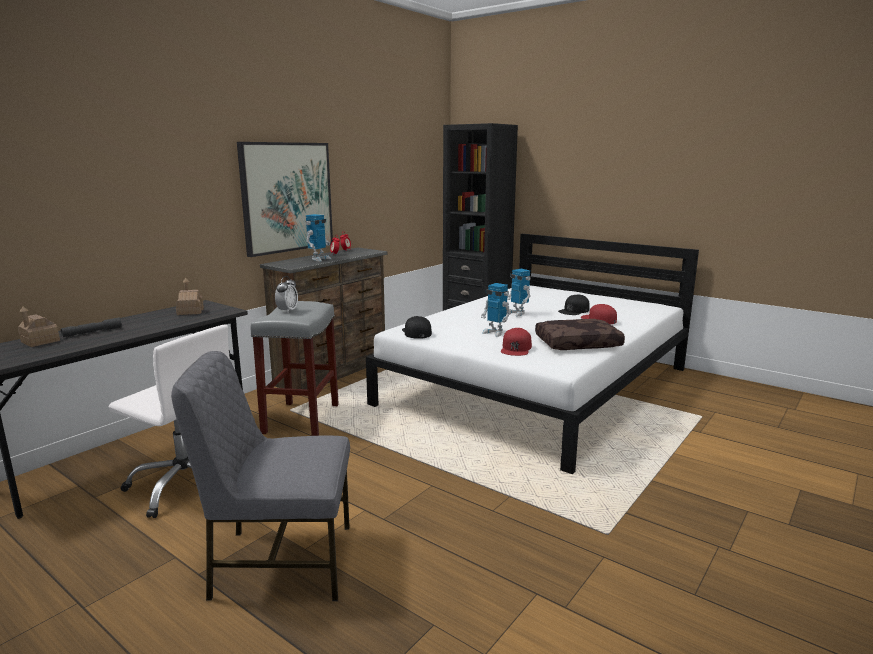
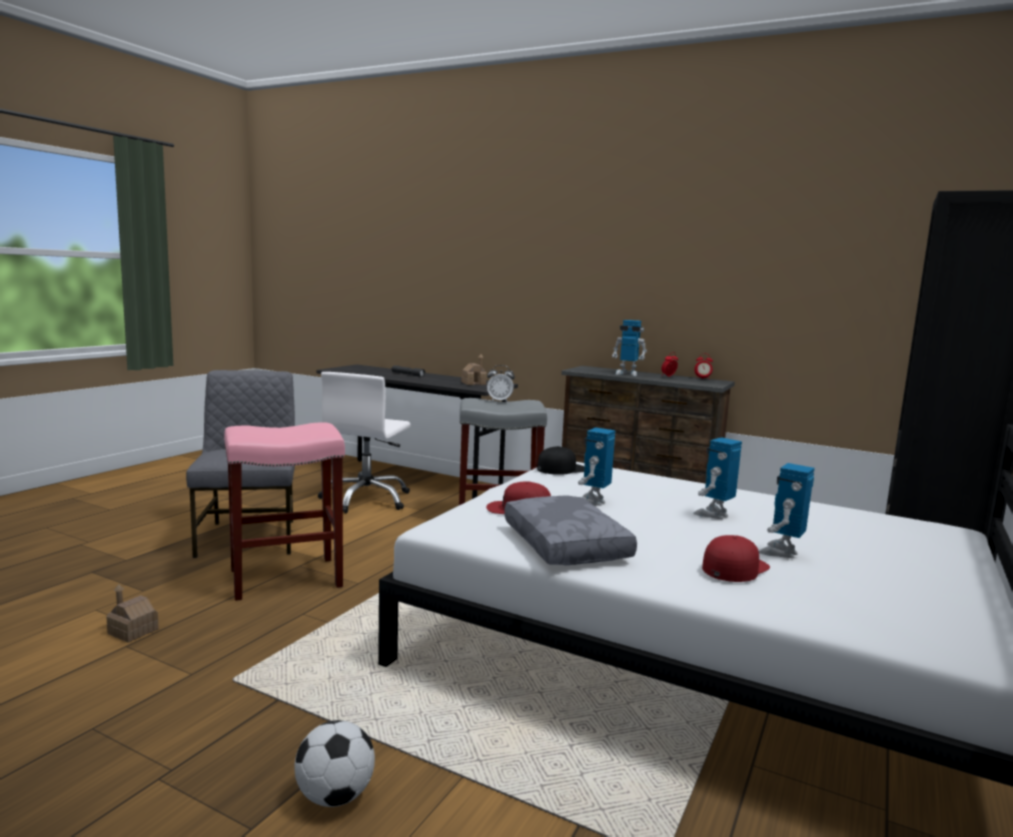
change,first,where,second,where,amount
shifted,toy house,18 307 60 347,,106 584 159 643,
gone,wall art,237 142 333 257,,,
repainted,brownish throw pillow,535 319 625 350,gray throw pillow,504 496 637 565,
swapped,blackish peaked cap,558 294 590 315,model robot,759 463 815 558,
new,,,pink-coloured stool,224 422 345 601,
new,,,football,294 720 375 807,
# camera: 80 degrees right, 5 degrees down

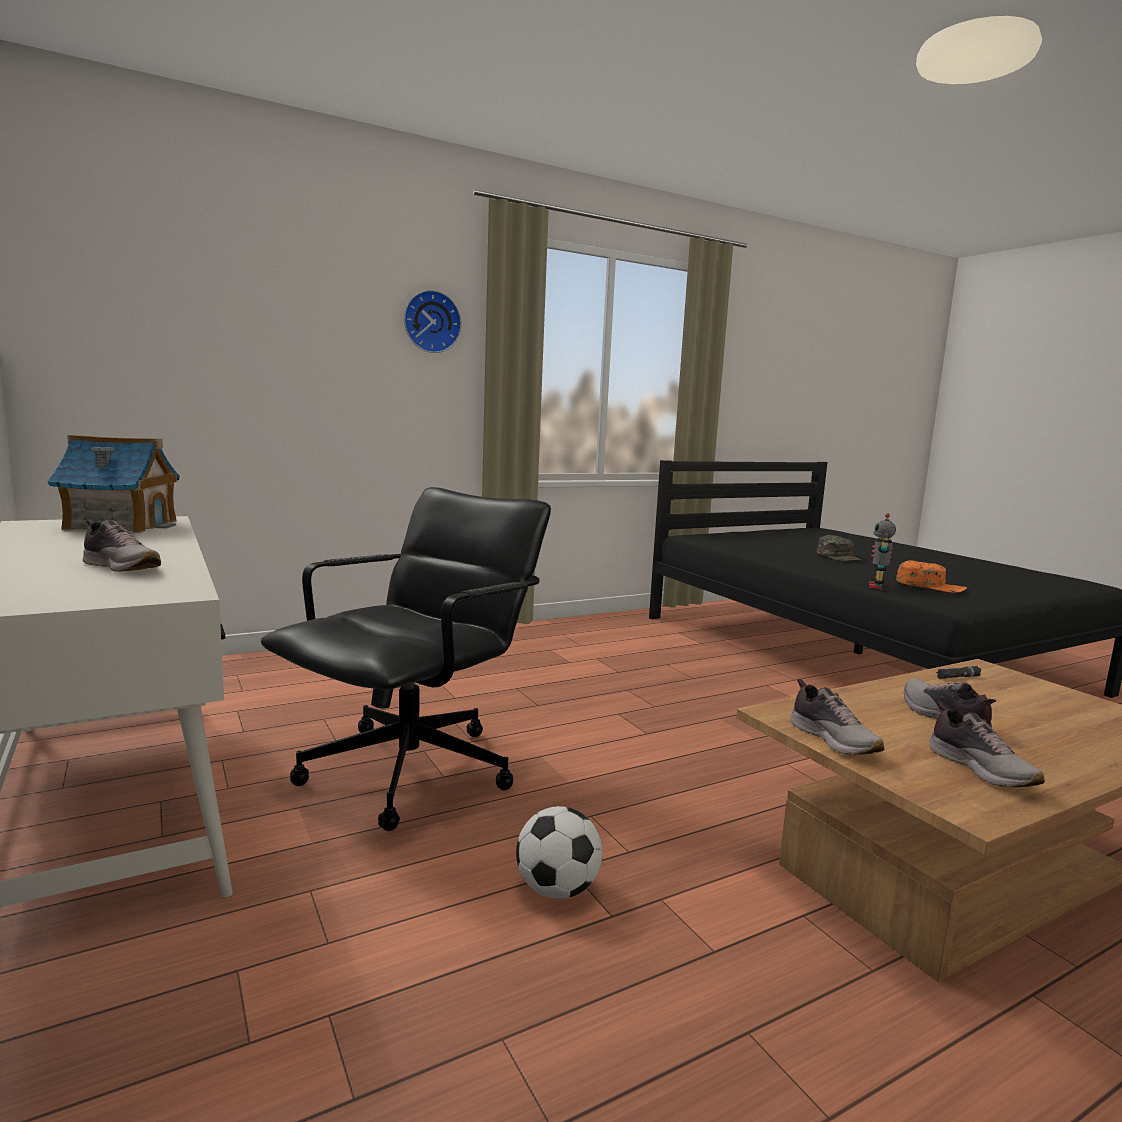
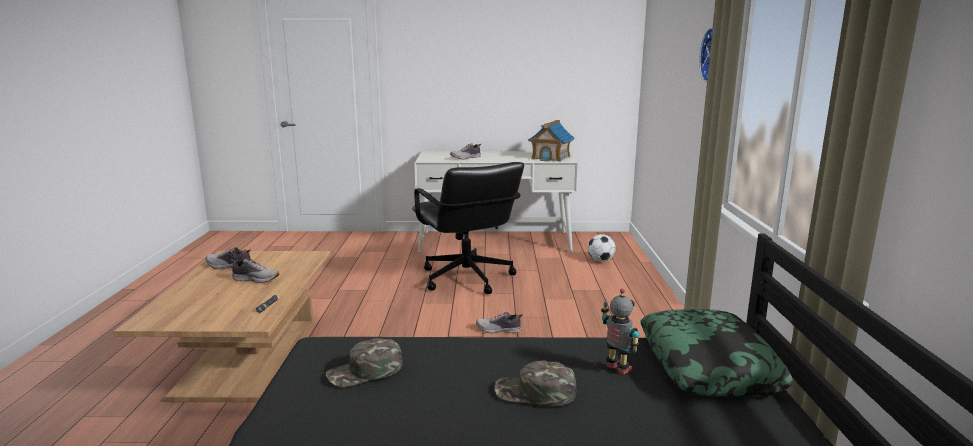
change,first,where,second,where,amount
shifted,football,516 806 602 899,,588 234 616 262,
shifted,shoe,791 679 885 755,,476 312 523 334,
shifted,model robot,869 514 896 589,,601 289 639 375,
repainted,orangey peaked cap,896 560 967 593,green peaked cap,326 338 403 387,
new,,,throw pillow,641 309 795 396,
# camera: 120 degrees right, 5 degrees up

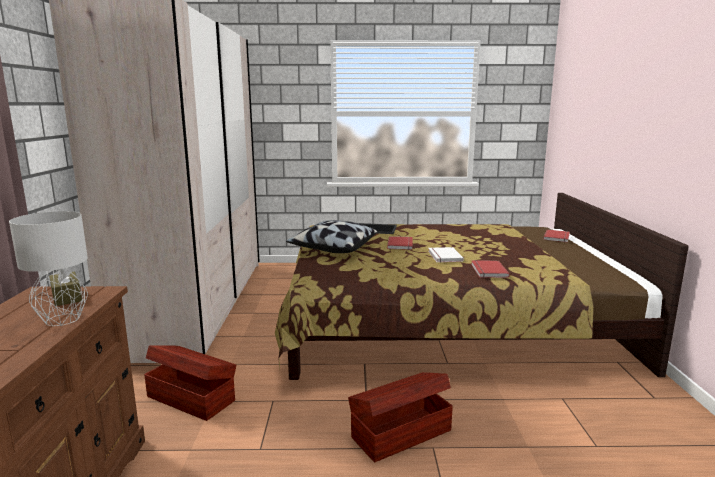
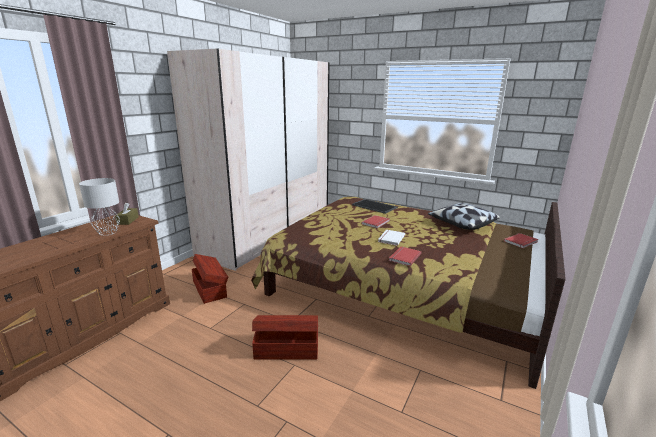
change,first,where,second,where,amount
shifted,throw pillow,286 220 377 253,,428 203 500 230,
# camera: 30 degrees right, 5 degrees up

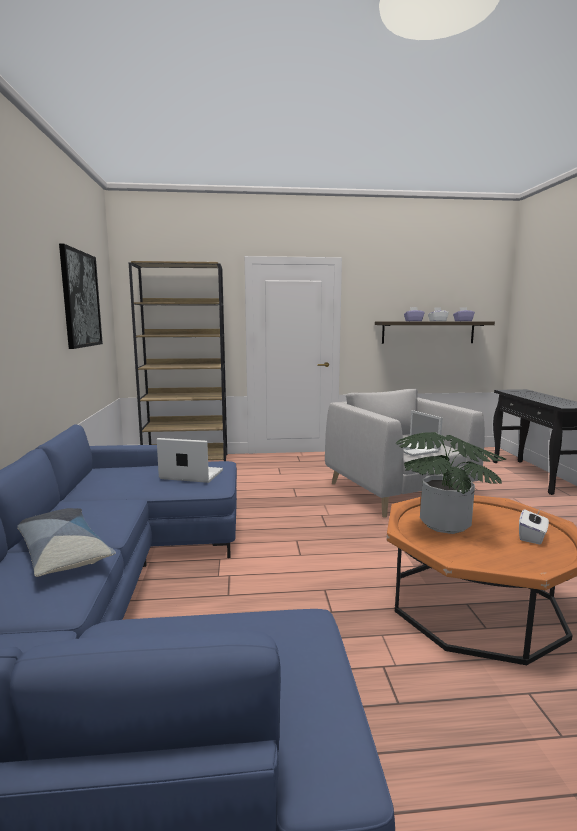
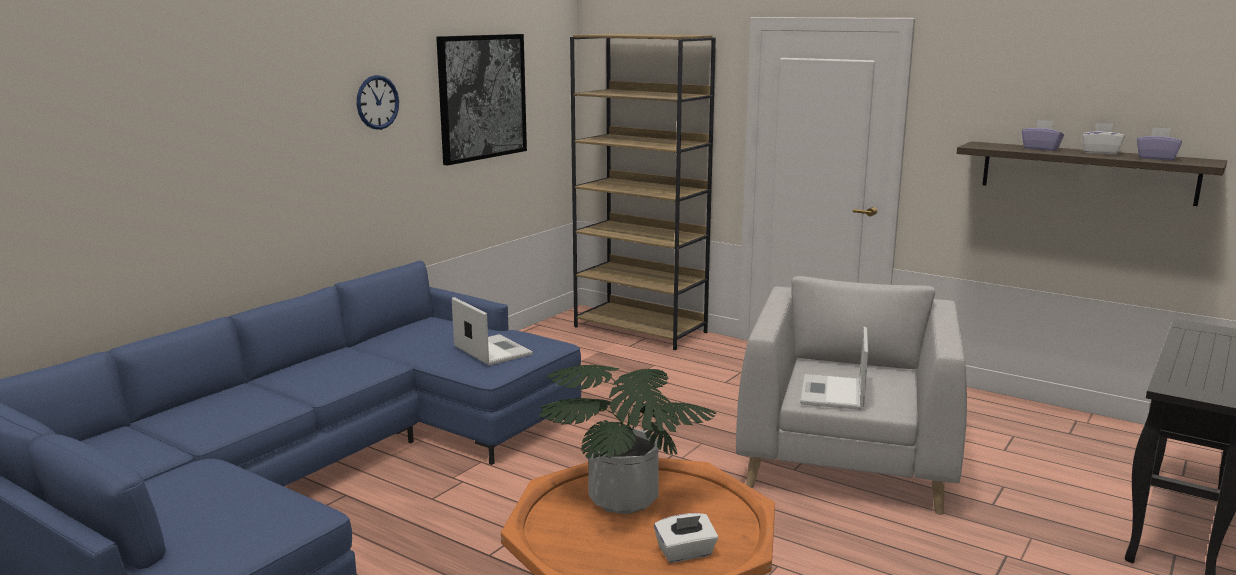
change,first,where,second,where,amount
gone,throw pillow,17 508 116 577,,,
new,,,wall clock,357 75 399 130,
# camera: 40 degrees right, 5 degrees up

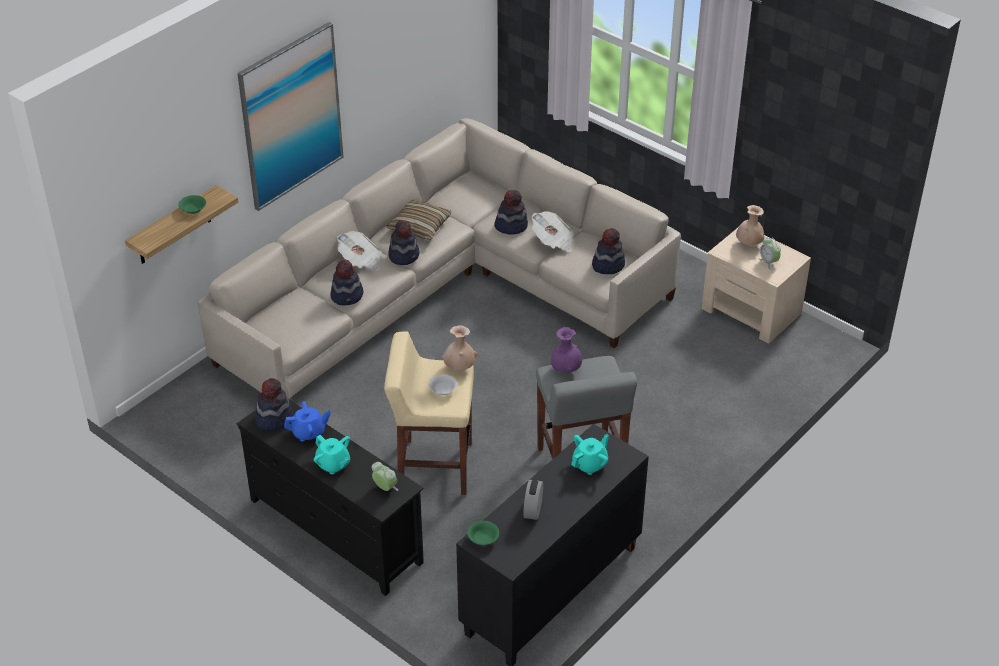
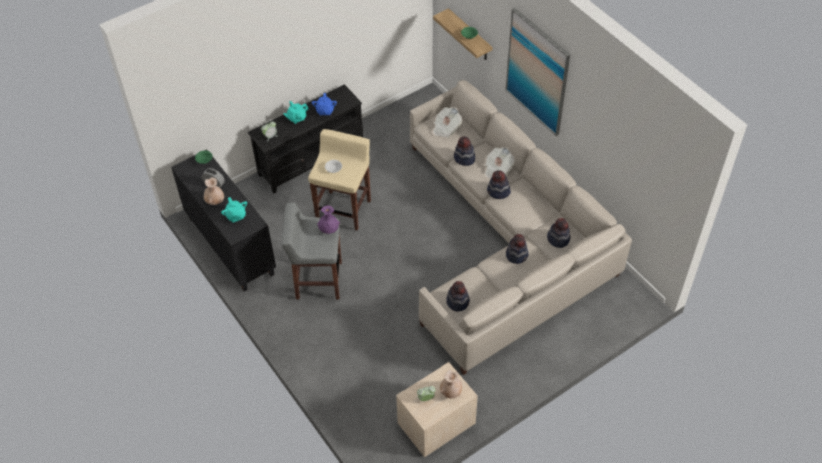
change,first,where,second,where,amount
shifted,wearable hat,255 378 293 431,,547 218 570 248,
gone,throw pillow,386 200 452 240,,,
shifted,beige vase,442 326 478 370,,204 177 224 205,
shifted,newspaper,532 211 574 252,,432 107 462 138,
# camera: 105 degrees right, 10 degrees up

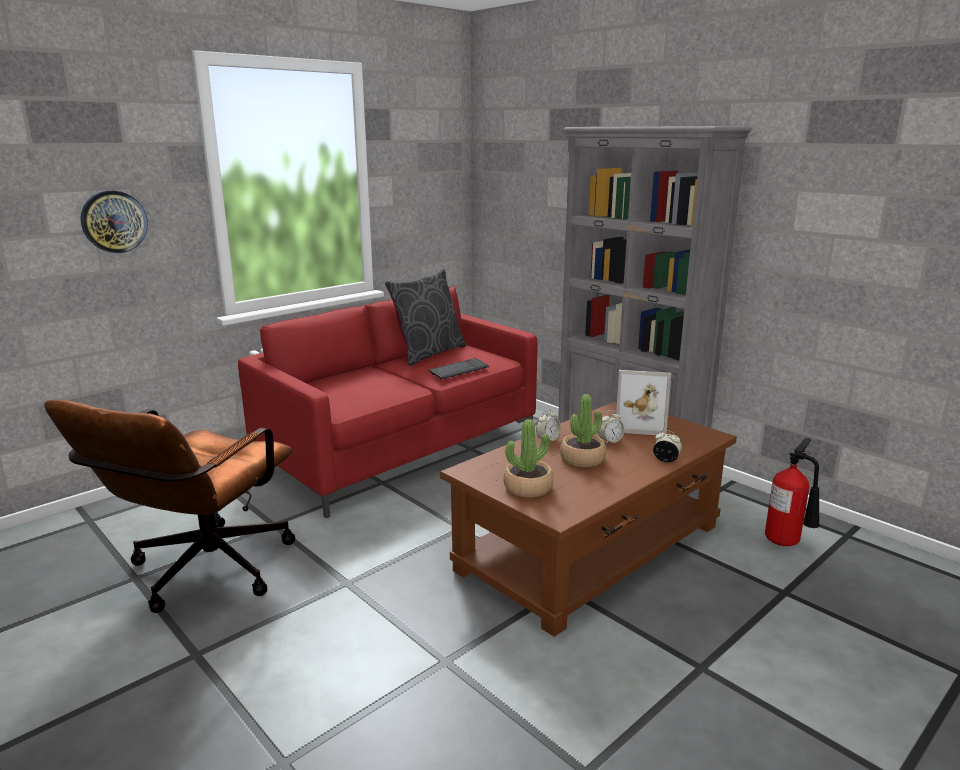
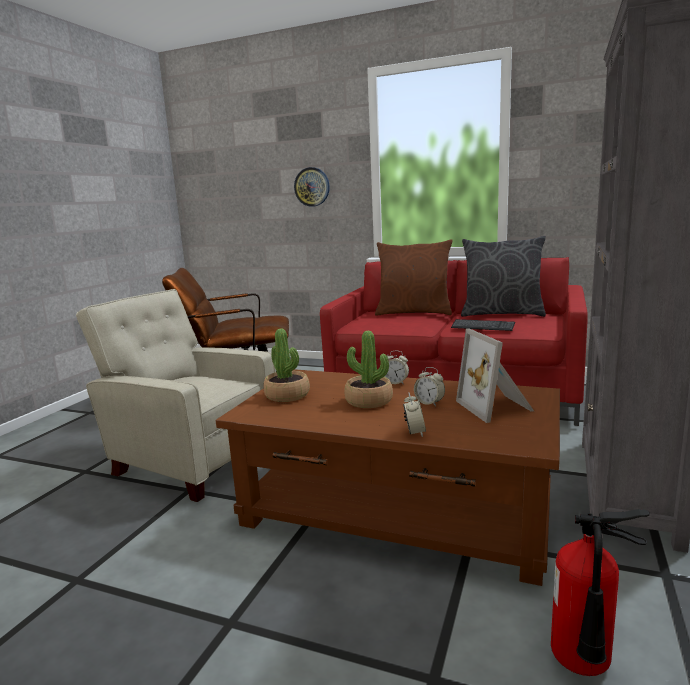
change,first,where,second,where,amount
new,,,beige easy chair,76 289 276 502,
new,,,brownish throw pillow,375 239 452 316,
# camera: 65 degrees right, 5 degrees down

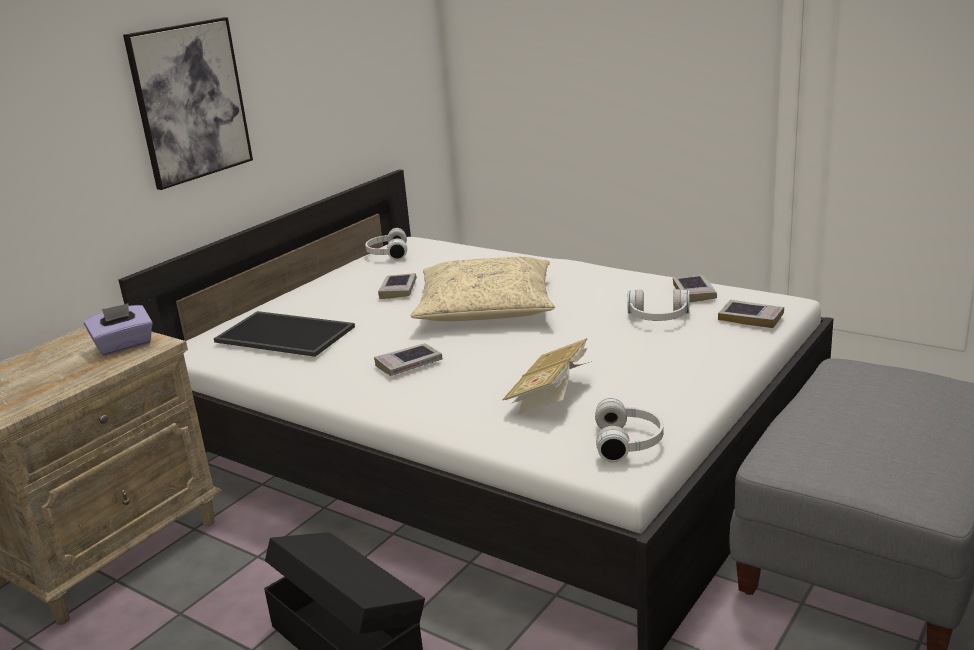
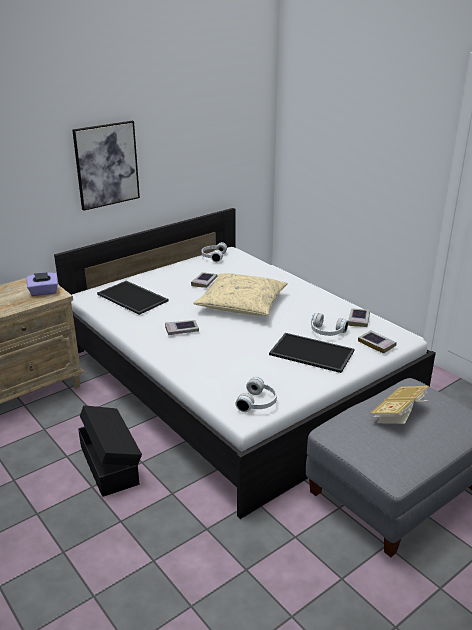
change,first,where,second,where,amount
shifted,book,502 338 592 415,,369 386 429 424,
new,,,carrying tray,269 333 355 373,
# camera: 15 degrees right, 5 degrees up

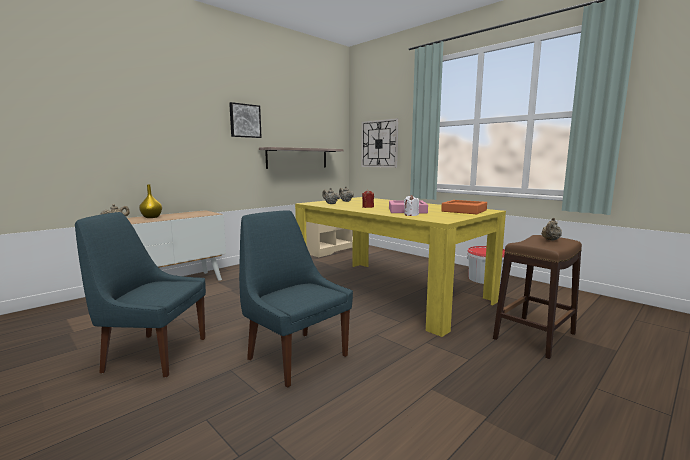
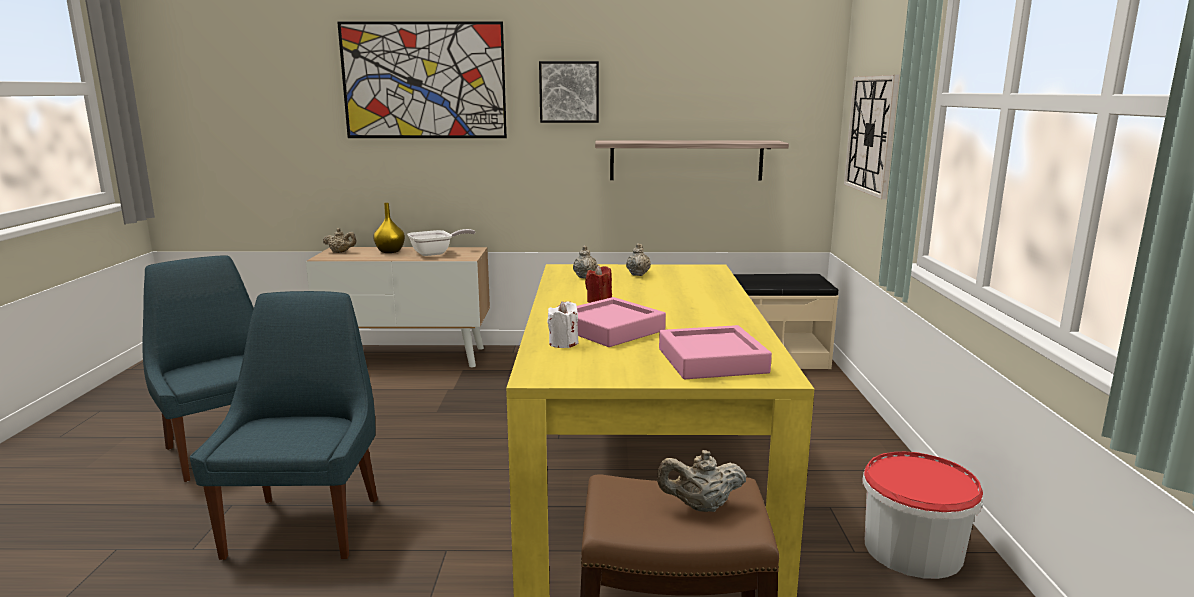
change,first,where,second,where,amount
repainted,orangey carrying tray,441 200 487 214,pink-coloured carrying tray,659 325 772 379,
new,,,wall art,337 22 507 138,
new,,,pan,407 229 475 256,
# camera: 45 degrees right, 5 degrees up

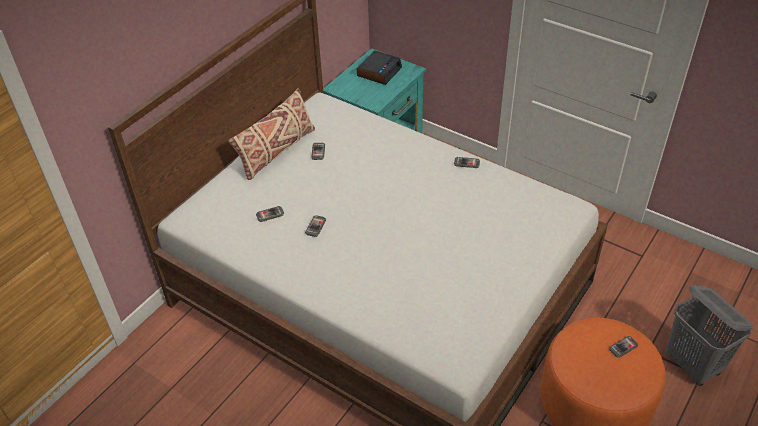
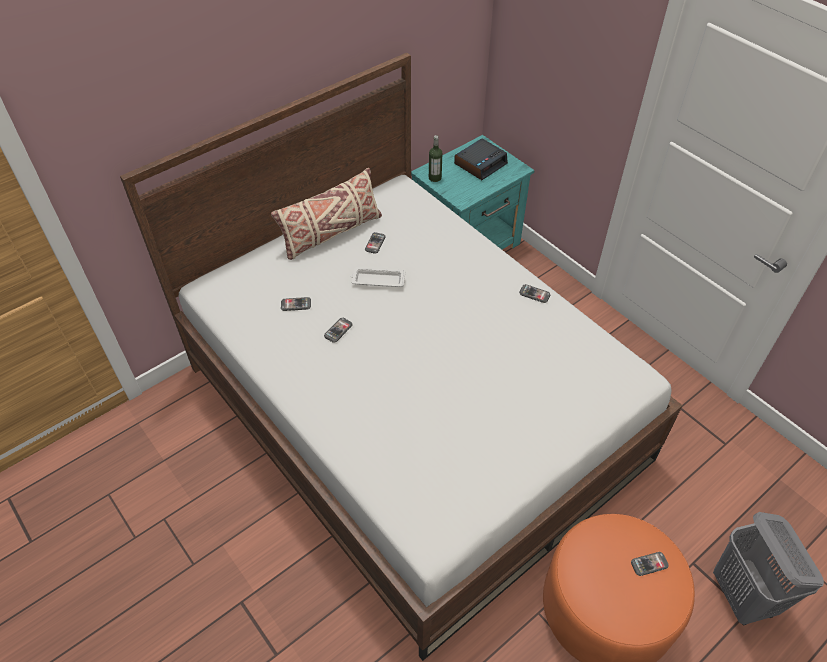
change,first,where,second,where,amount
new,,,white carrying tray,350 267 405 287,
new,,,drink bottle,429 135 443 182,
# camera: 15 degrees right, 5 degrees up

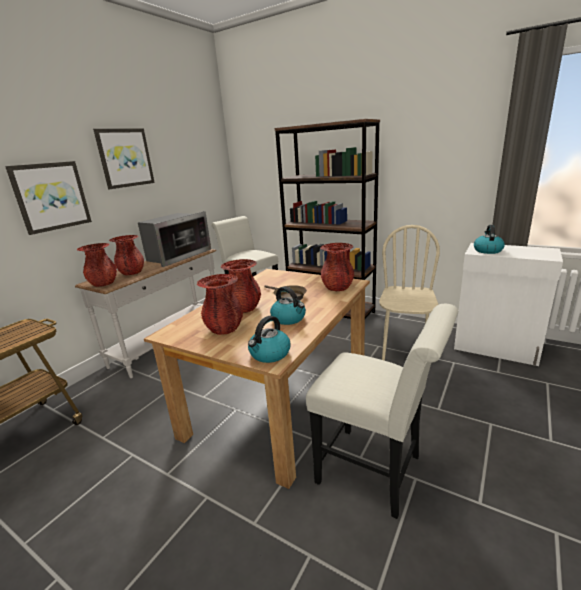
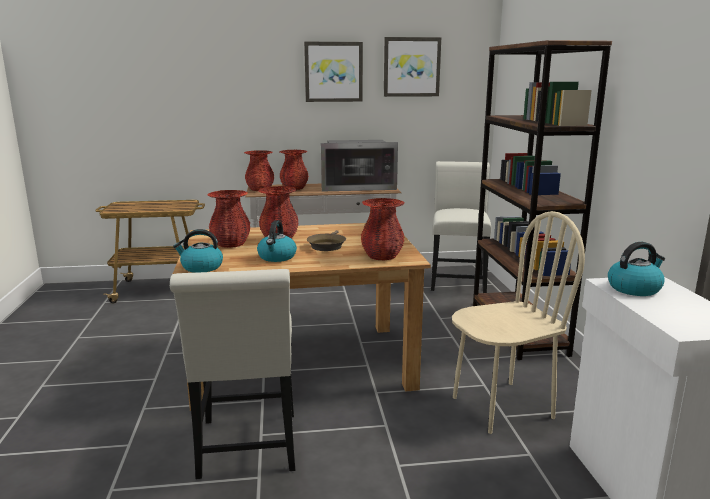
change,first,where,second,where,amount
shifted,wall art,5 161 92 235,,384 37 441 97,
# camera: 50 degrees right, 5 degrees down

